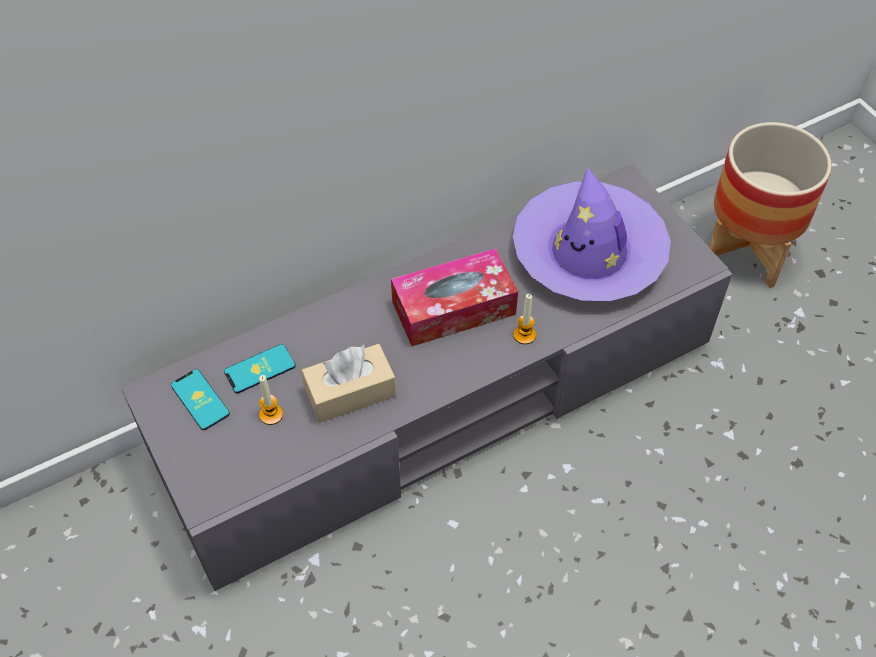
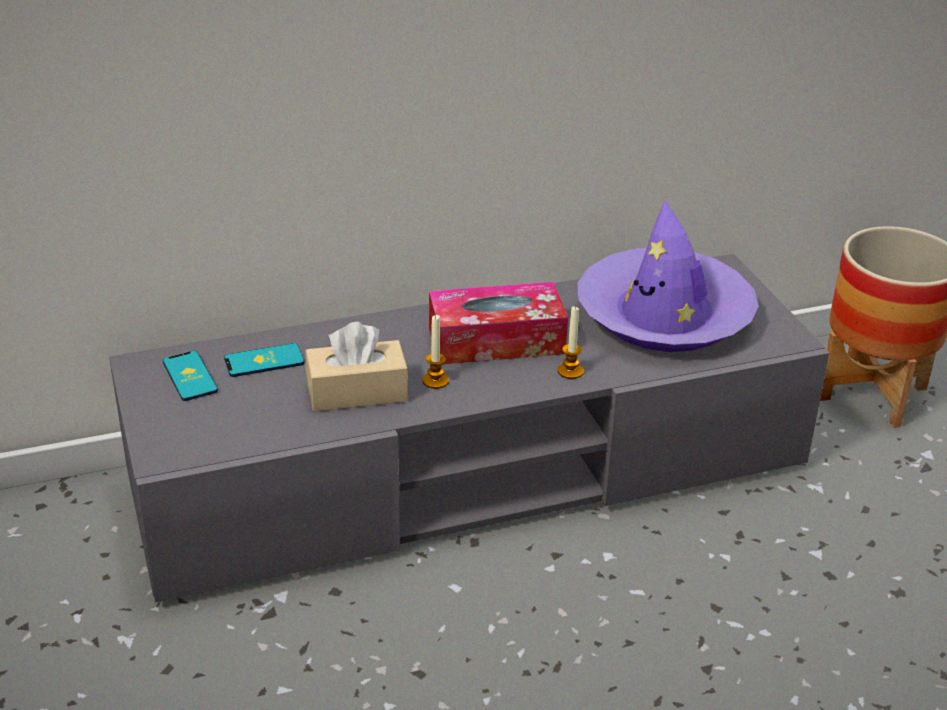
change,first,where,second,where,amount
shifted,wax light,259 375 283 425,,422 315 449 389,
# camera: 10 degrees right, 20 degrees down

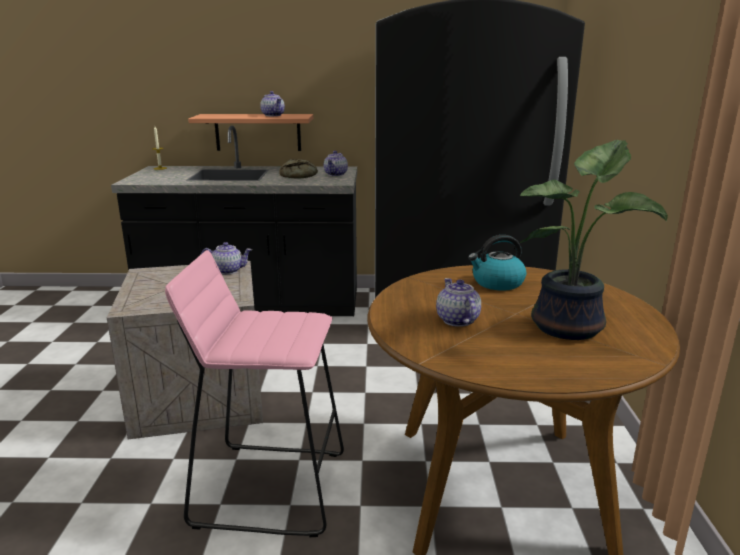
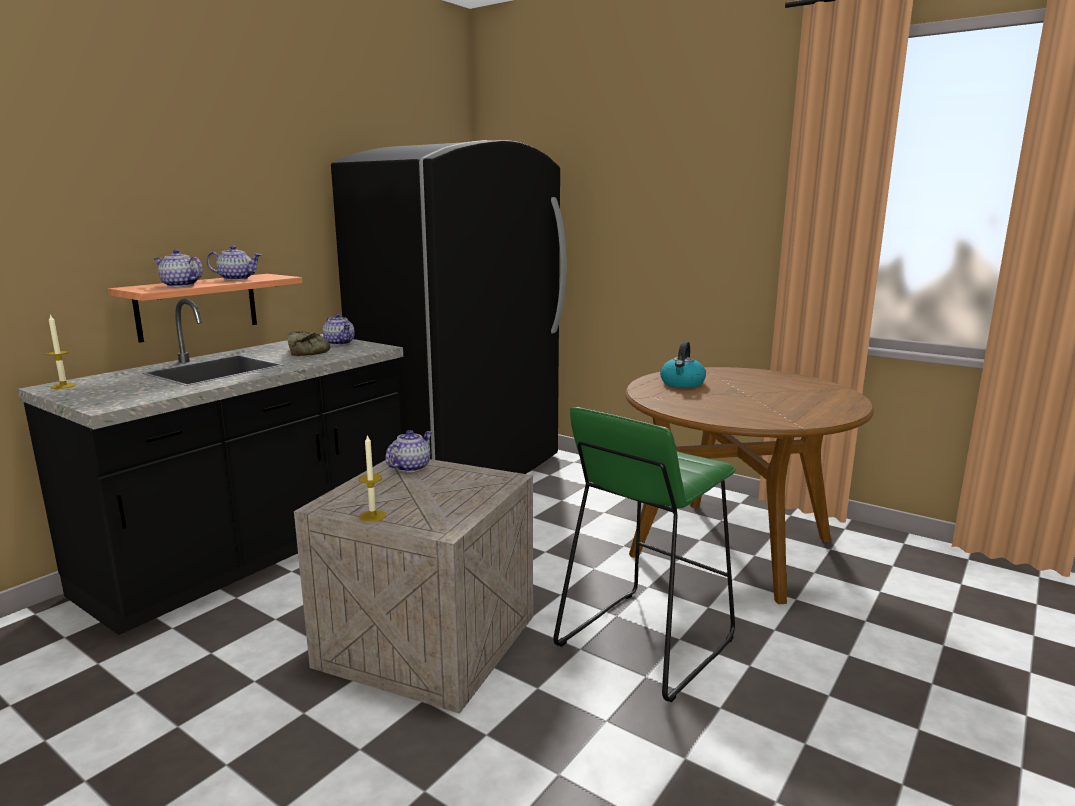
change,first,where,second,where,amount
repainted,pink-coloured stool,165 250 344 537,green stool,553 407 736 702,
shifted,teapot,436 278 481 327,,154 249 203 287,
gone,plant in a pot,520 140 668 340,,,
new,,,wax light,359 434 386 522,
# camera: 55 degrees left, 5 degrees down

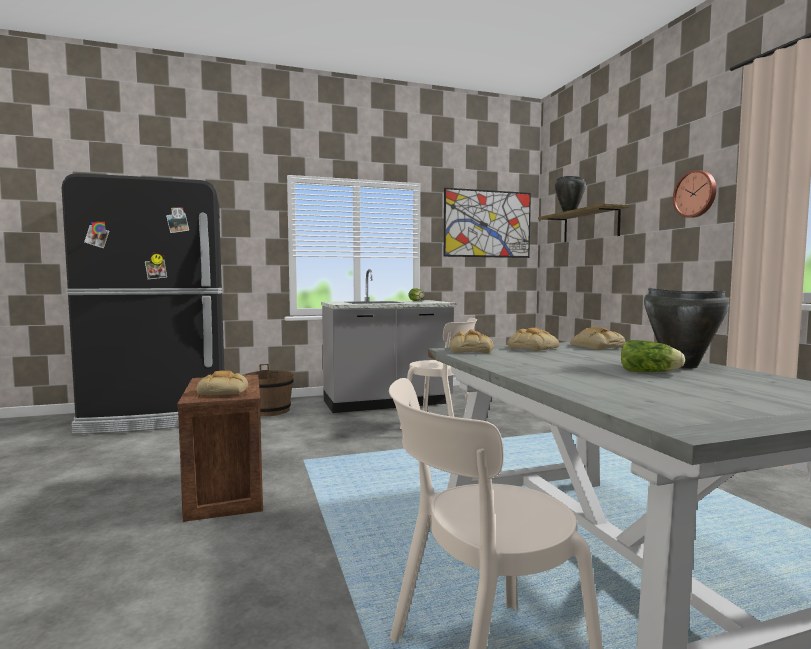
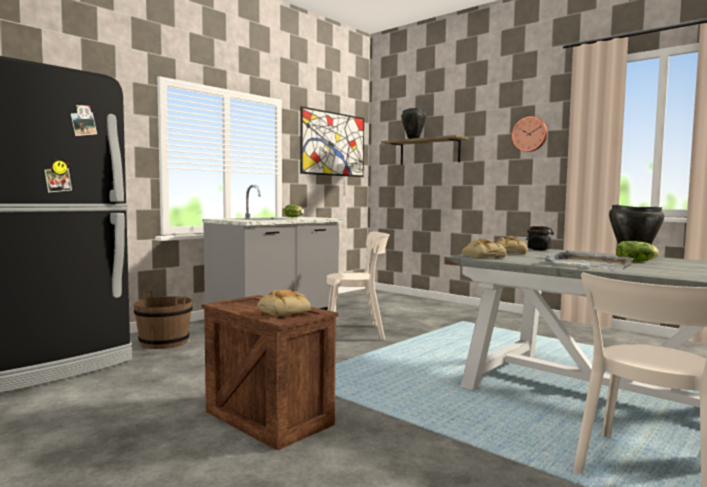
change,first,where,second,where,amount
swapped,baked bread,570 327 626 350,blackish storage jar,526 226 554 250,
new,,,gray carrying tray,542 250 635 269,
# camera: 30 degrees left, 0 degrees up

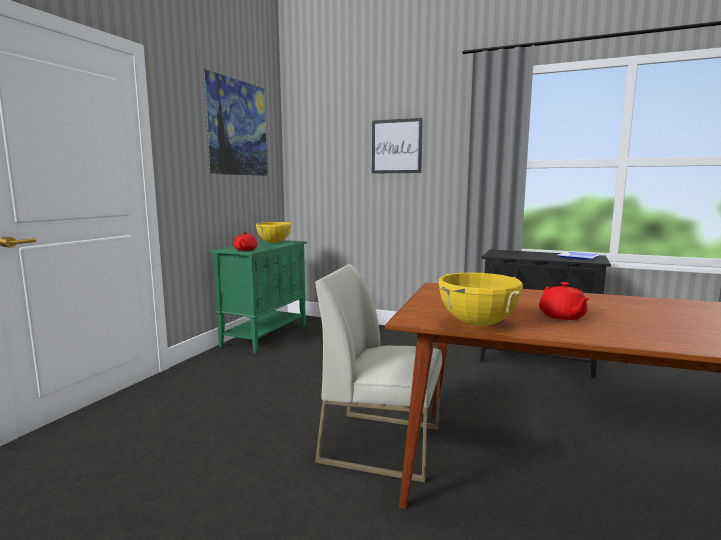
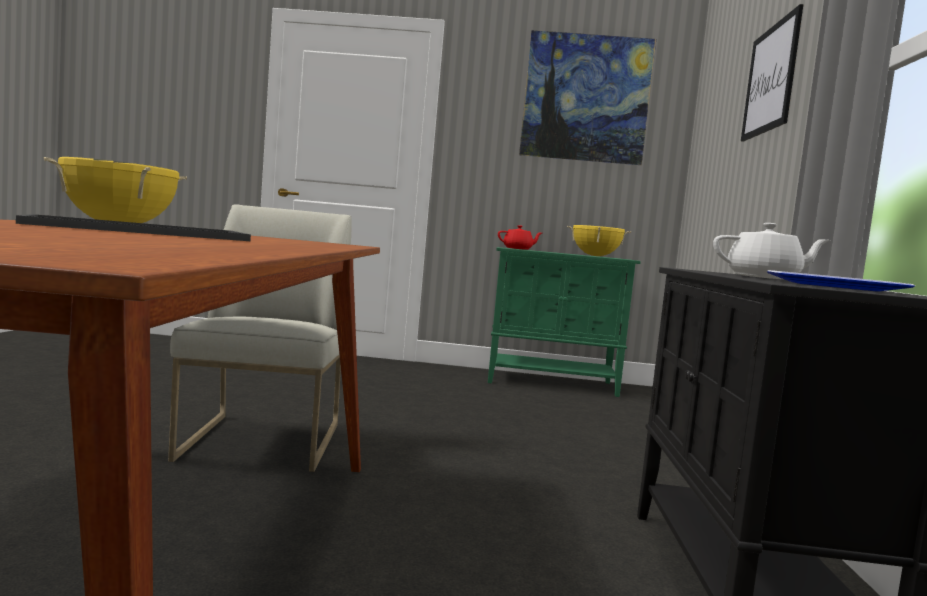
change,first,where,second,where,amount
swapped,red teapot,539 282 589 320,carrying tray,16 214 251 241,
new,,,white teapot,713 223 830 279,
# camera: 70 degrees right, 5 degrees down

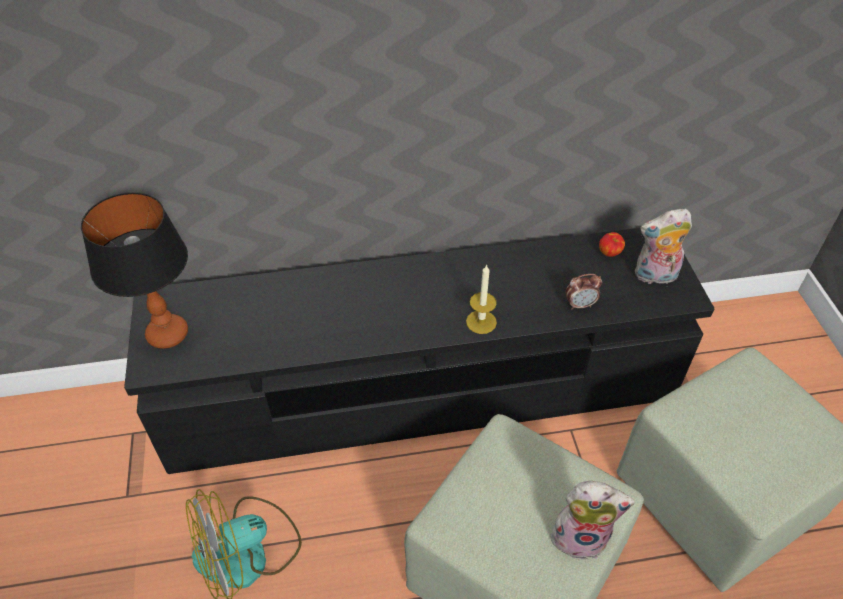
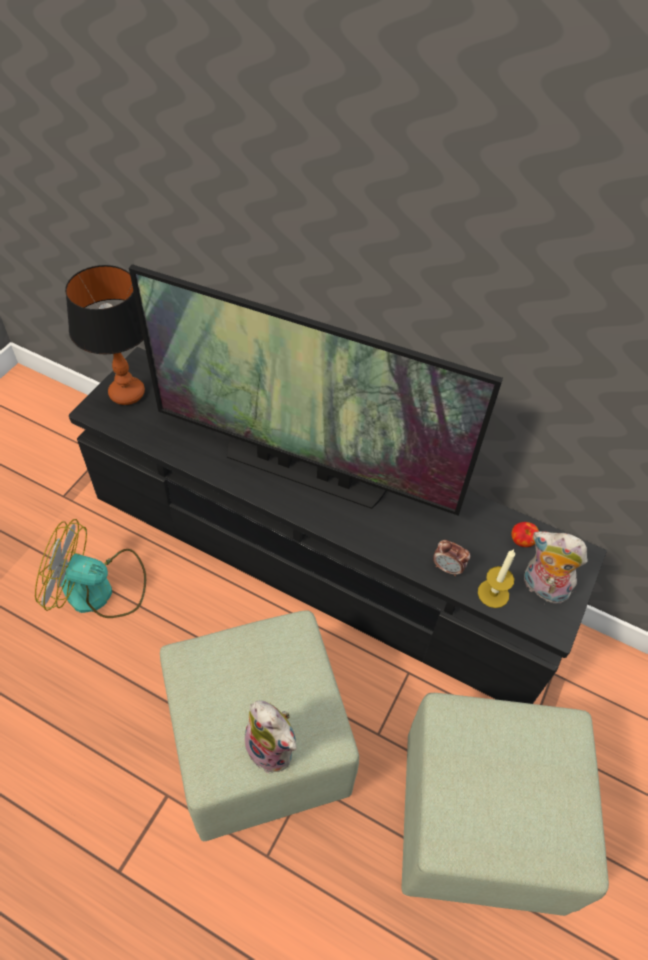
change,first,where,second,where,amount
shifted,wax light,466 264 497 334,,478 549 515 608,
new,,,TV,129 264 503 516,
# camera: 35 degrees right, 5 degrees up

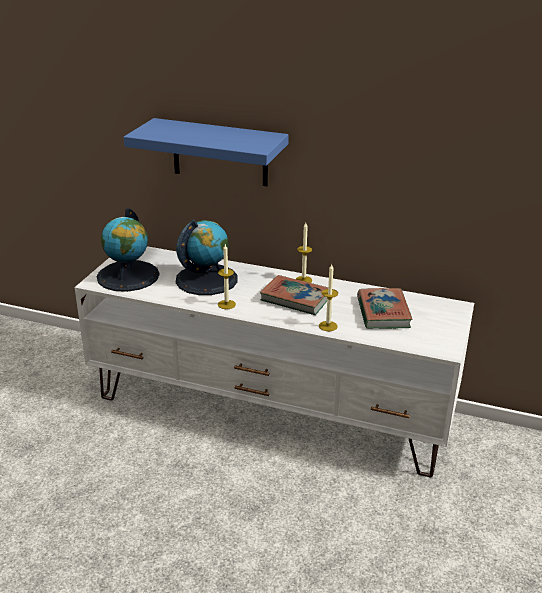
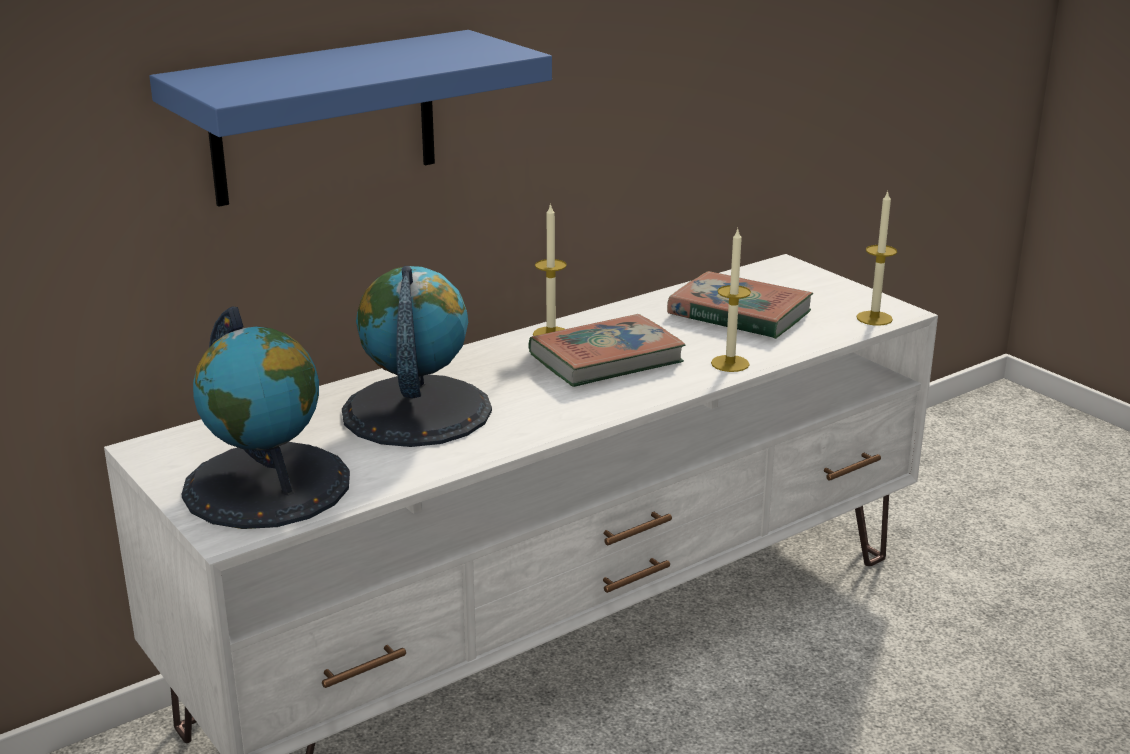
change,first,where,second,where,amount
shifted,wax light,218 245 236 309,,856 191 897 326,
# camera: 55 degrees left, 5 degrees down

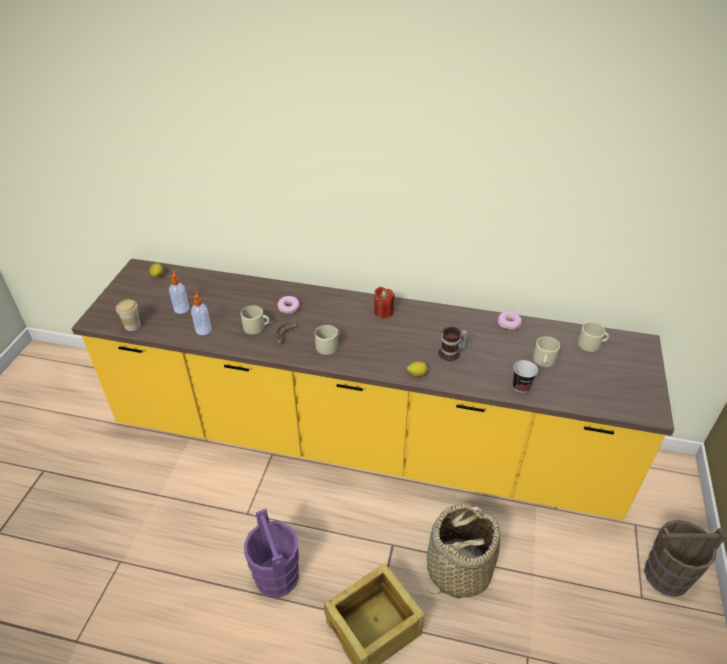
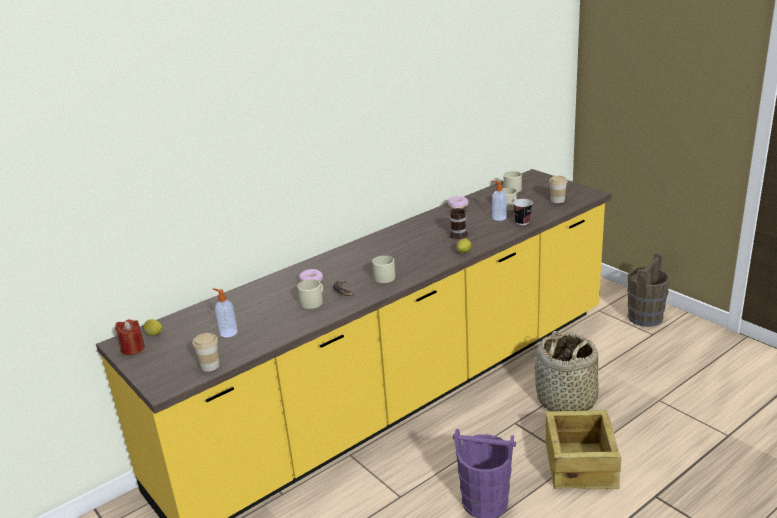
change,first,where,second,where,amount
shifted,liquid soap bottle,191 290 212 335,,492 181 507 221,
shifted,red wax light,374 287 394 318,,115 319 145 355,
new,,,cup,549 176 568 203,
# camera: 50 degrees left, 15 degrees down

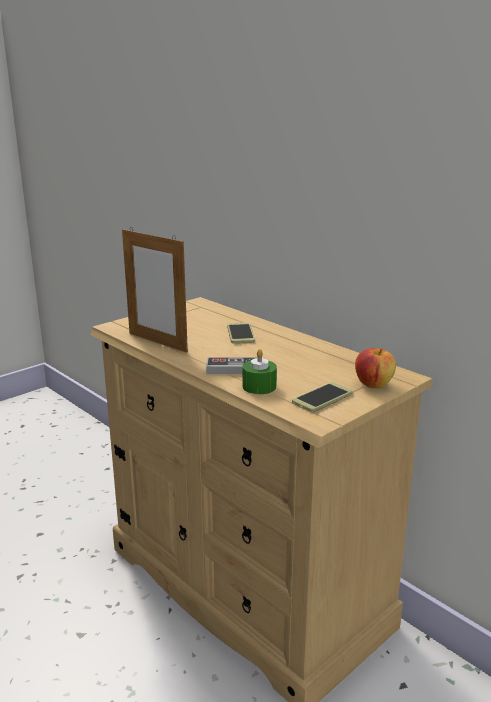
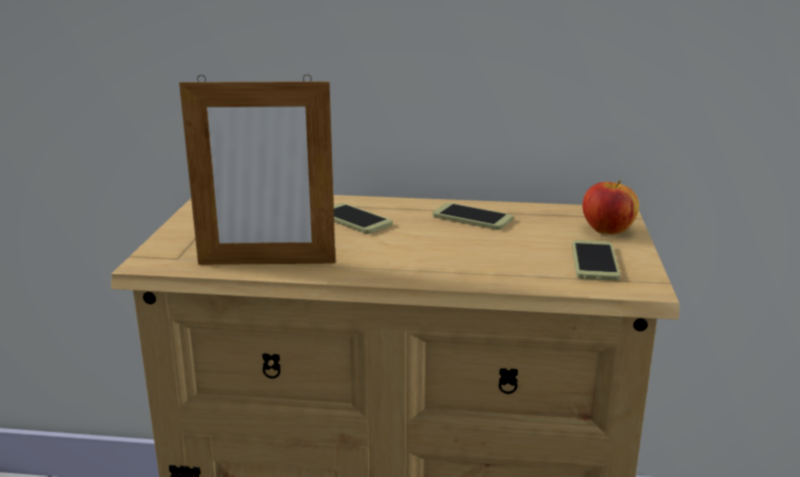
change,first,where,second,where,amount
gone,game controller,206 357 257 374,,,
gone,green wax light,243 349 277 394,,,
new,,,telephone,433 203 513 230,
# camera: 40 degrees left, 0 degrees up

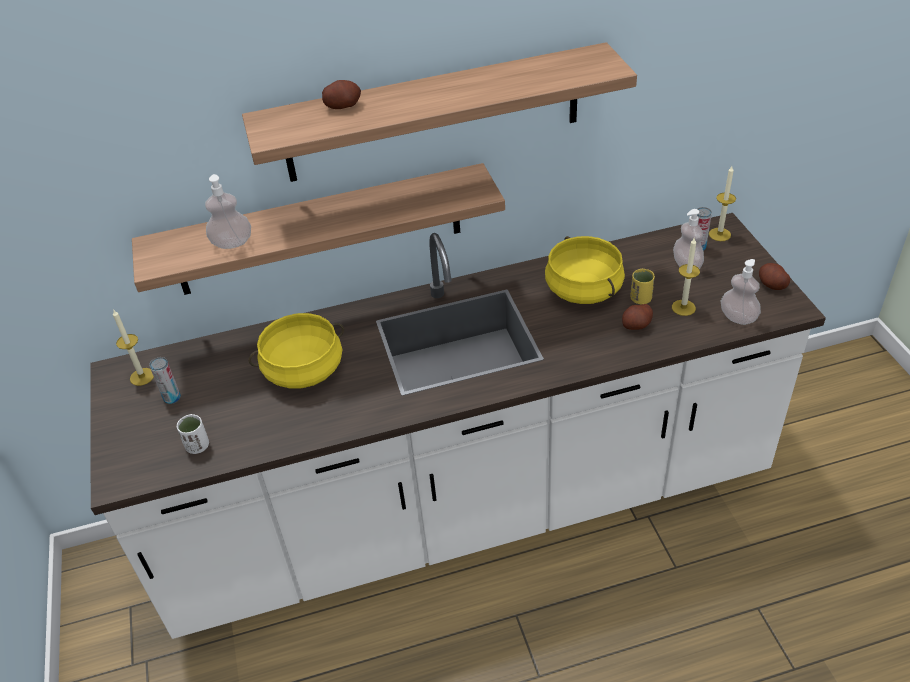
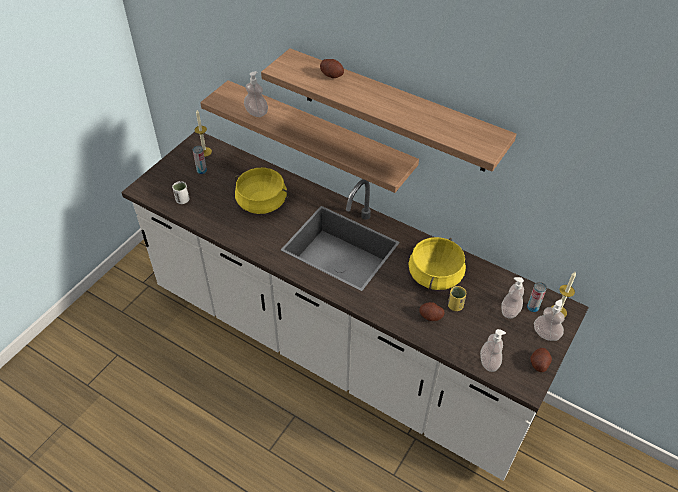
change,first,where,second,where,amount
gone,wax light,672 237 700 316,,,
new,,,liquid soap bottle,534 299 565 341,
# camera: 45 degrees right, 5 degrees up

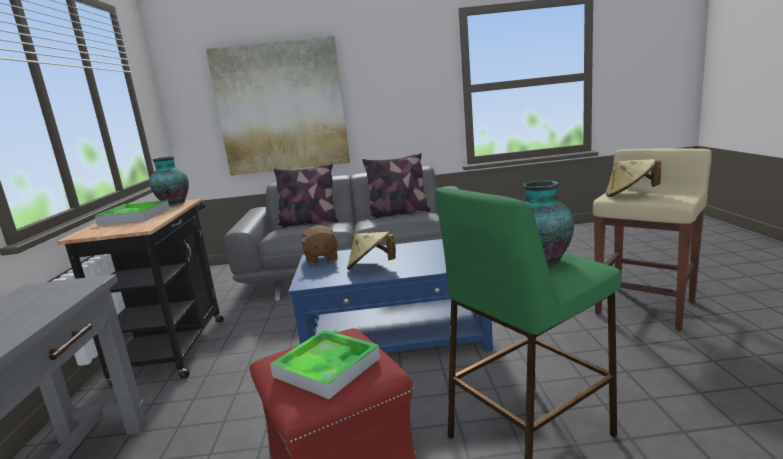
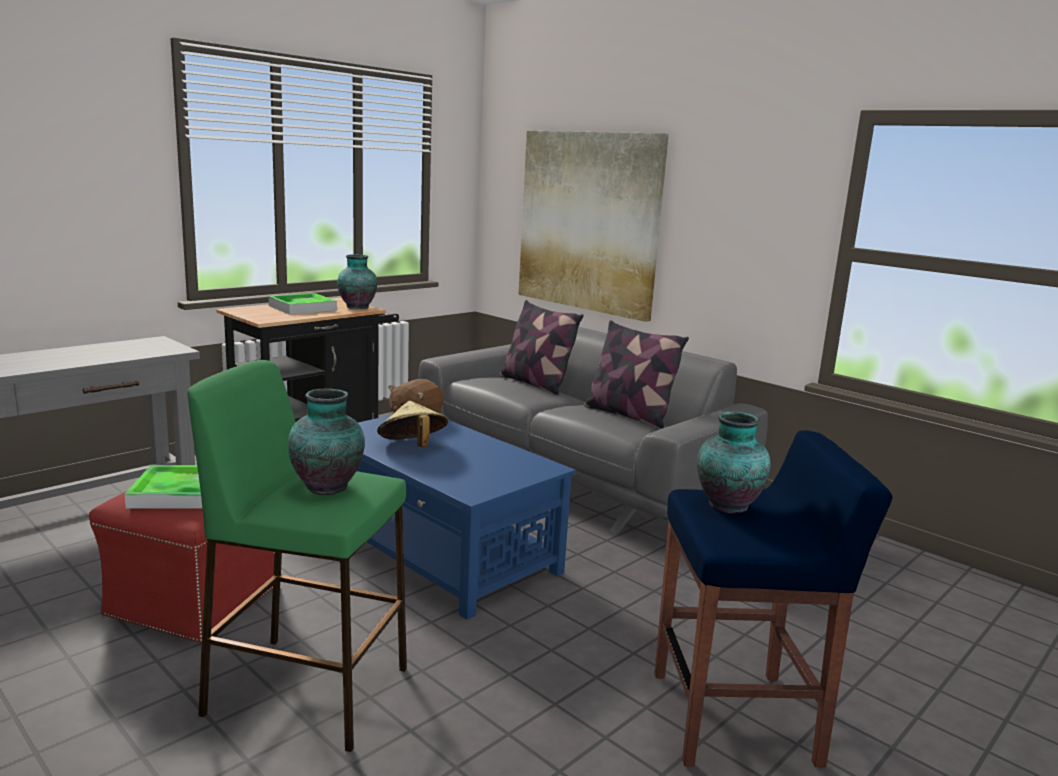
change,first,where,second,where,amount
repainted,beige stool,593 149 712 331,bluish stool,654 430 892 768,
swapped,beige wearable hat,605 159 661 197,vase,697 411 771 513,
# camera: 45 degrees right, 0 degrees up

